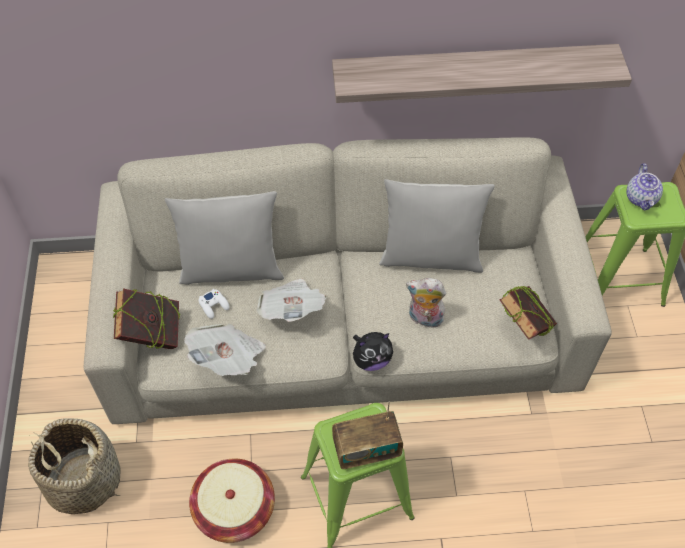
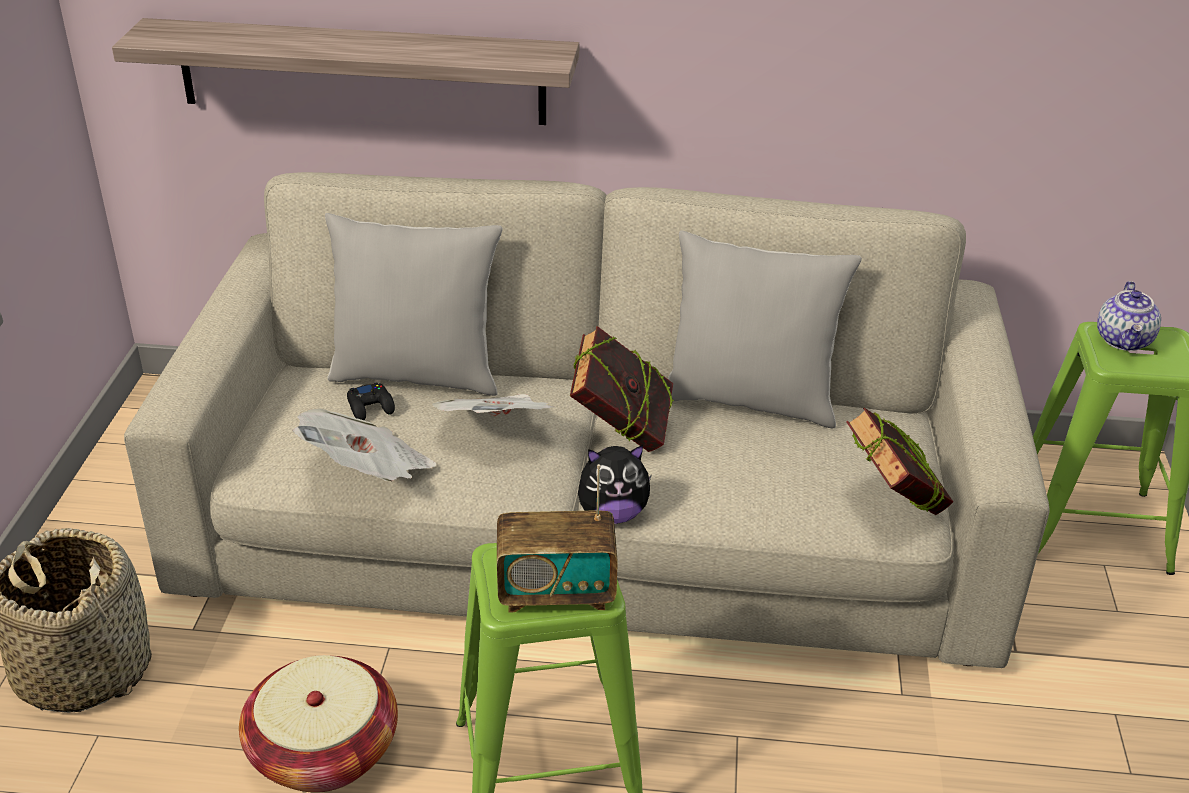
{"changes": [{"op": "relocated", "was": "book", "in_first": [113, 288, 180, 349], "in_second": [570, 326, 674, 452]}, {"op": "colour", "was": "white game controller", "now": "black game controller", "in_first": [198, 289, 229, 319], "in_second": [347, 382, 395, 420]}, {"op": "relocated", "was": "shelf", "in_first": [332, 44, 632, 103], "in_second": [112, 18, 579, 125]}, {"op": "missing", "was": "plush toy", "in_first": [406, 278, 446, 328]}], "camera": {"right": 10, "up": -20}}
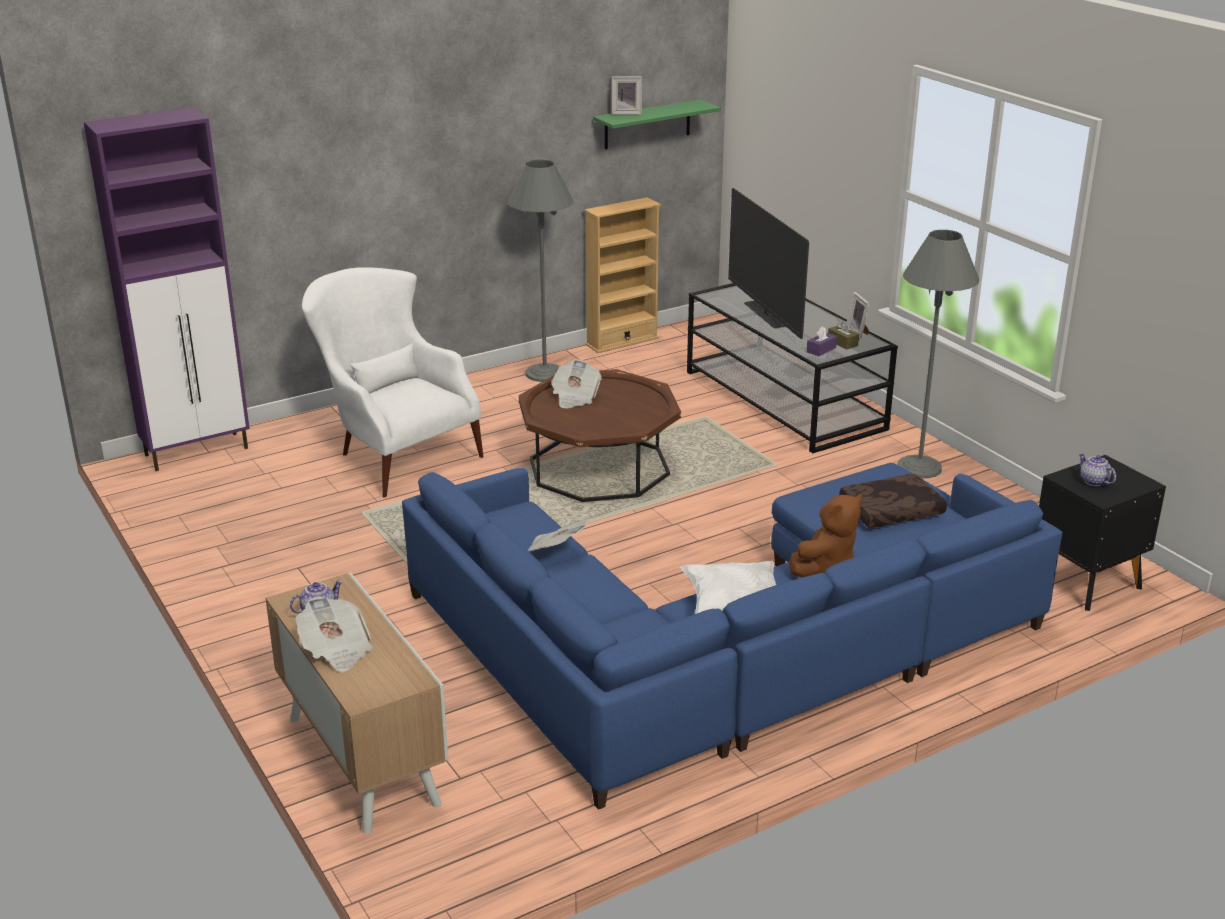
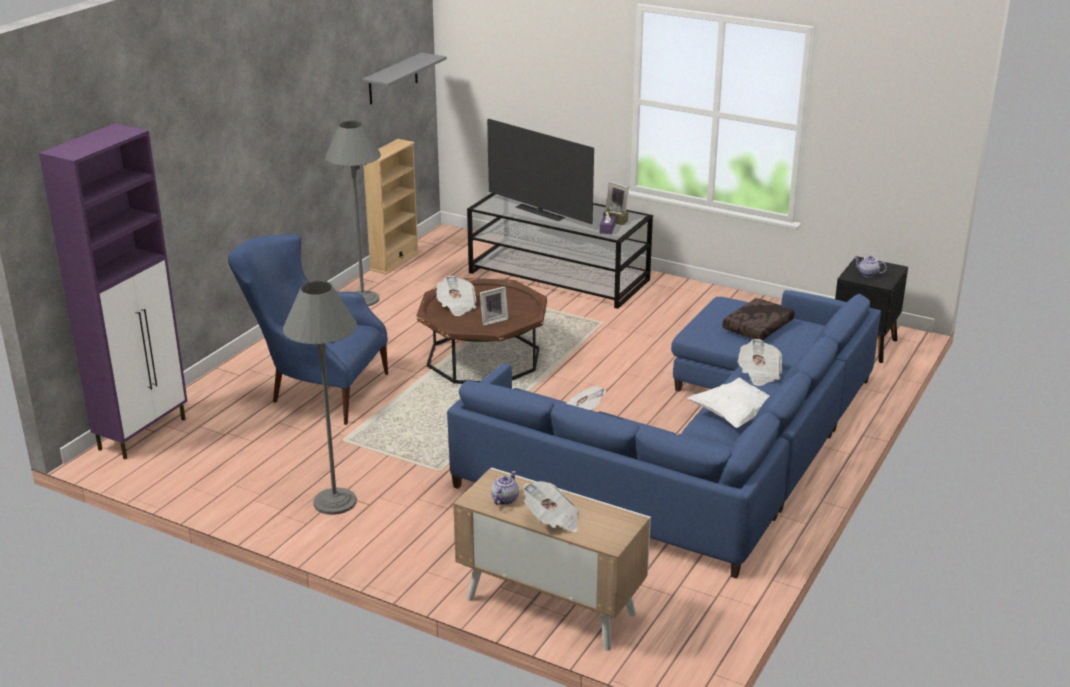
{"changes": [{"op": "colour", "was": "white armchair", "now": "blue armchair", "in_first": [302, 267, 484, 498], "in_second": [228, 234, 388, 425]}, {"op": "colour", "was": "green shelf", "now": "grey shelf", "in_first": [593, 100, 721, 149], "in_second": [362, 52, 447, 105]}, {"op": "relocated", "was": "picture frame", "in_first": [612, 77, 642, 115], "in_second": [480, 286, 508, 326]}, {"op": "exchanged", "was": "brown plush toy", "now": "newspaper", "in_first": [789, 494, 863, 577], "in_second": [737, 339, 782, 386]}, {"op": "relocated", "was": "grey floor lamp", "in_first": [897, 230, 979, 479], "in_second": [283, 281, 357, 515]}], "camera": {"right": -30, "up": 0}}
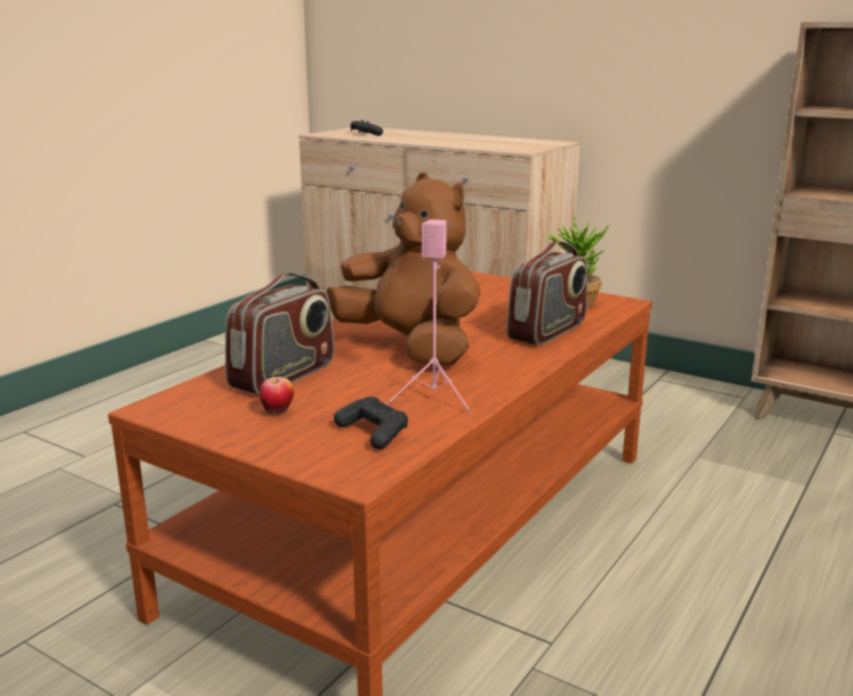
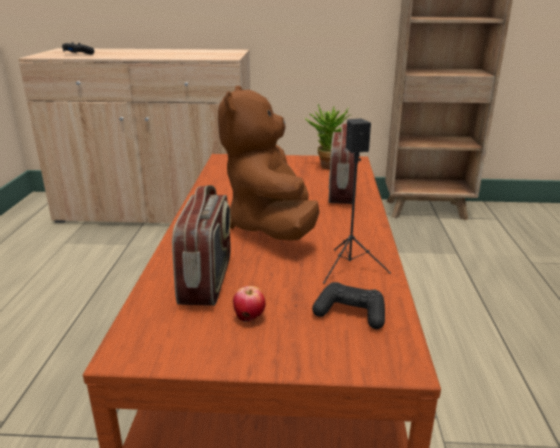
{"changes": [{"op": "spun", "was": "brown plush toy", "in_first": [326, 172, 481, 365], "in_second": [218, 86, 320, 241], "clockwise": -105}, {"op": "colour", "was": "pink speaker", "now": "black speaker", "in_first": [386, 219, 471, 414], "in_second": [323, 118, 391, 284]}], "camera": {"right": -30, "up": 5}}
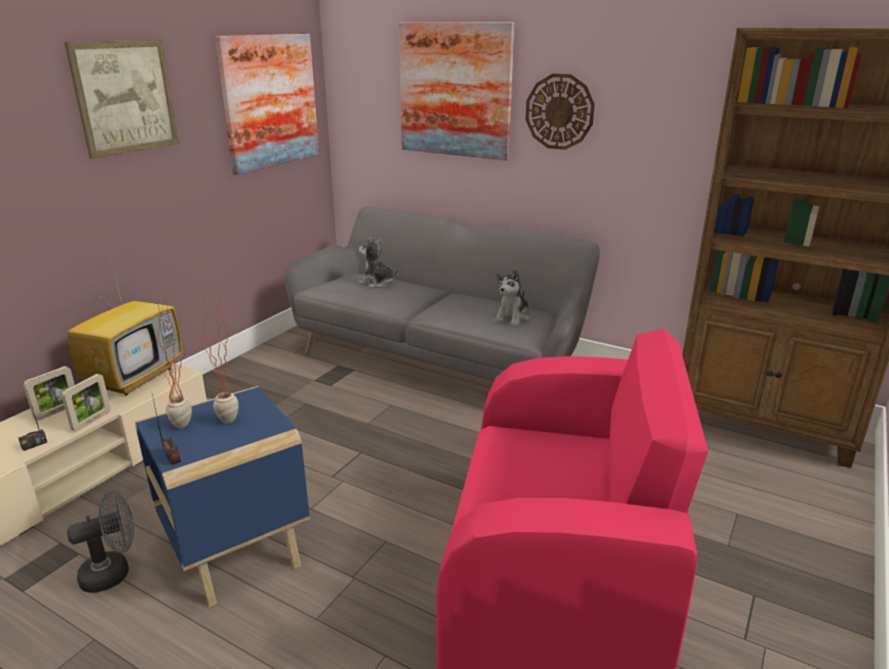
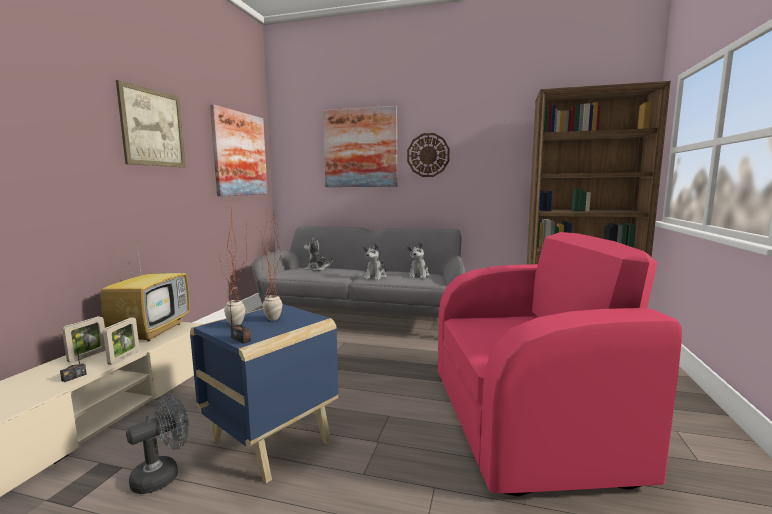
{"changes": [{"op": "appeared", "now": "plush toy", "in_second": [364, 243, 387, 280]}], "camera": {"right": -15, "up": -15}}
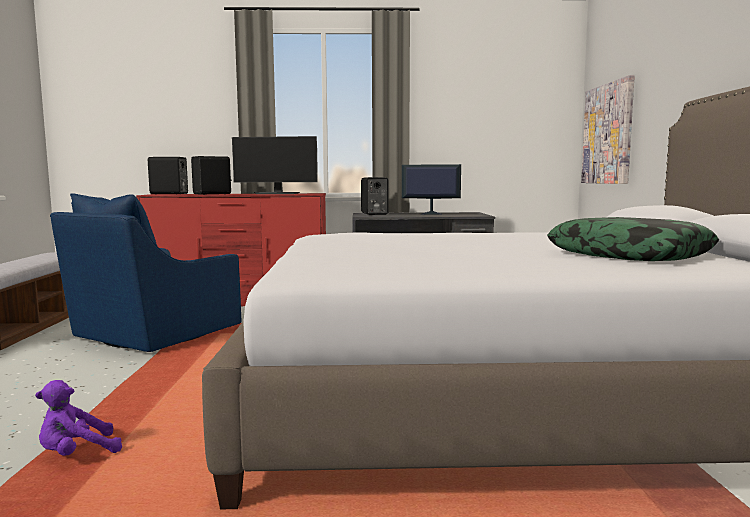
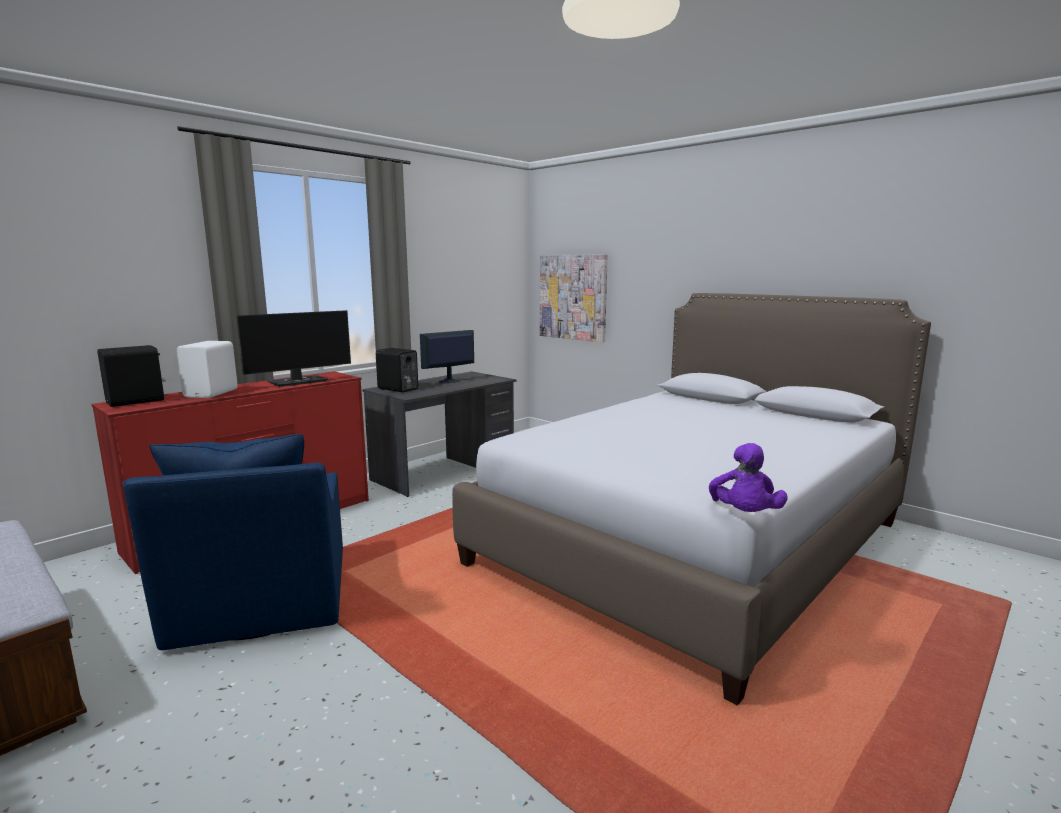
{"changes": [{"op": "relocated", "was": "purple plush toy", "in_first": [35, 380, 122, 456], "in_second": [709, 443, 788, 512]}, {"op": "colour", "was": "black speaker", "now": "white speaker", "in_first": [191, 156, 232, 195], "in_second": [177, 341, 238, 398]}, {"op": "missing", "was": "pillow", "in_first": [547, 217, 719, 261]}], "camera": {"right": -45, "up": 5}}
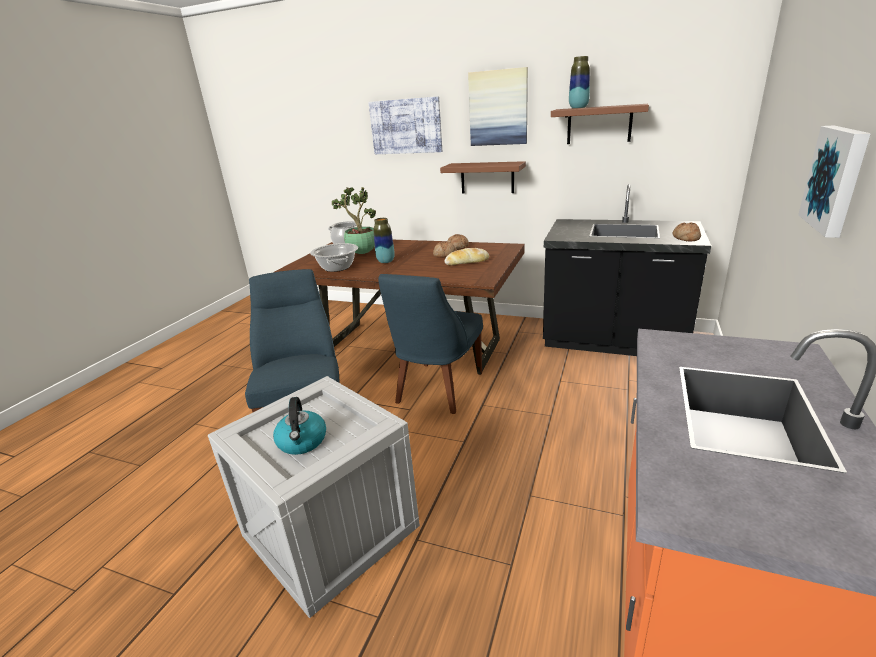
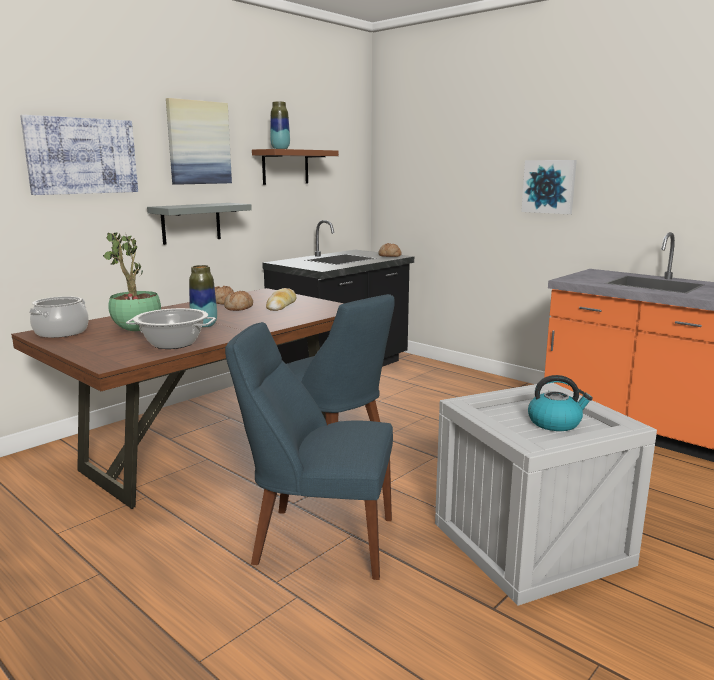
{"changes": [{"op": "colour", "was": "brown shelf", "now": "grey shelf", "in_first": [440, 161, 526, 193], "in_second": [147, 203, 252, 245]}], "camera": {"right": -70, "up": -10}}
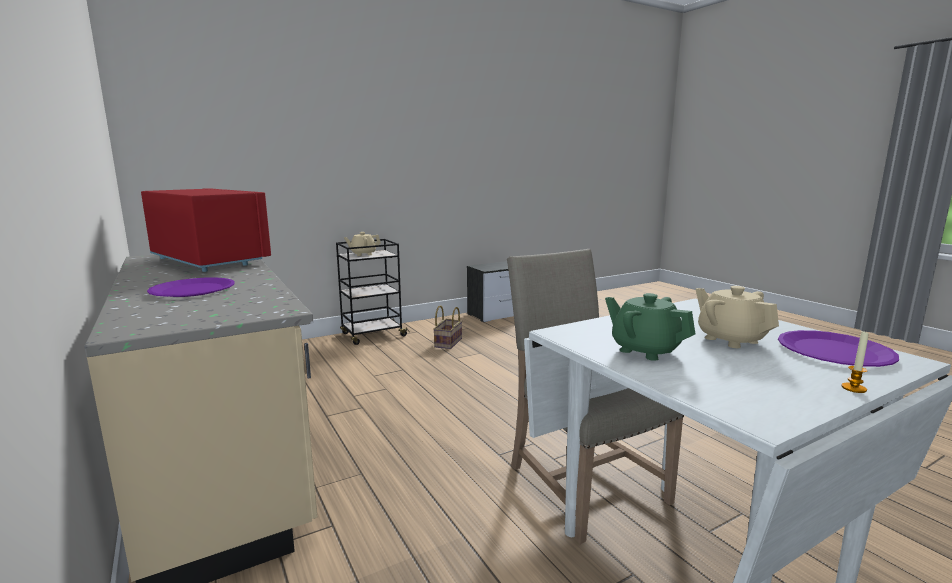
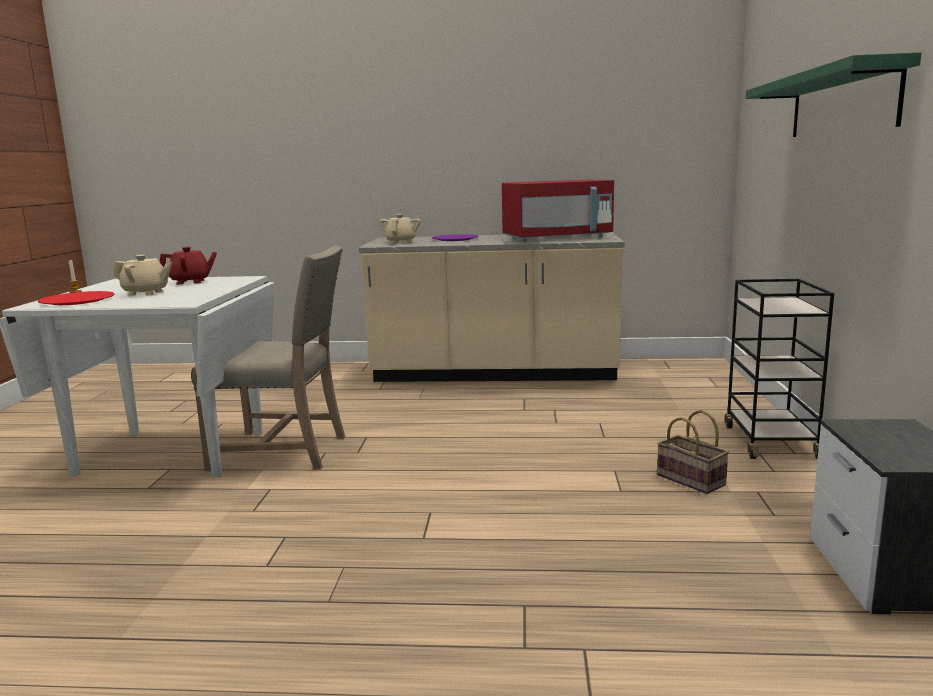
{"changes": [{"op": "relocated", "was": "beige teapot", "in_first": [344, 232, 381, 256], "in_second": [380, 214, 421, 244]}, {"op": "colour", "was": "green teapot", "now": "red teapot", "in_first": [605, 293, 695, 361], "in_second": [160, 247, 217, 285]}, {"op": "colour", "was": "purple plate", "now": "red plate", "in_first": [778, 330, 899, 367], "in_second": [38, 291, 115, 305]}, {"op": "appeared", "now": "green shelf", "in_second": [746, 52, 921, 137]}], "camera": {"right": 125, "up": 0}}
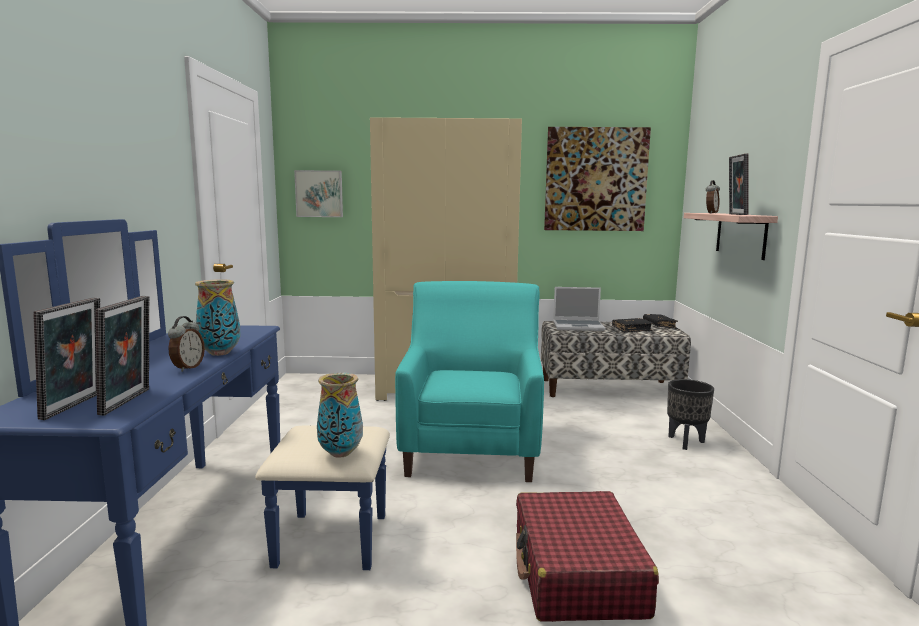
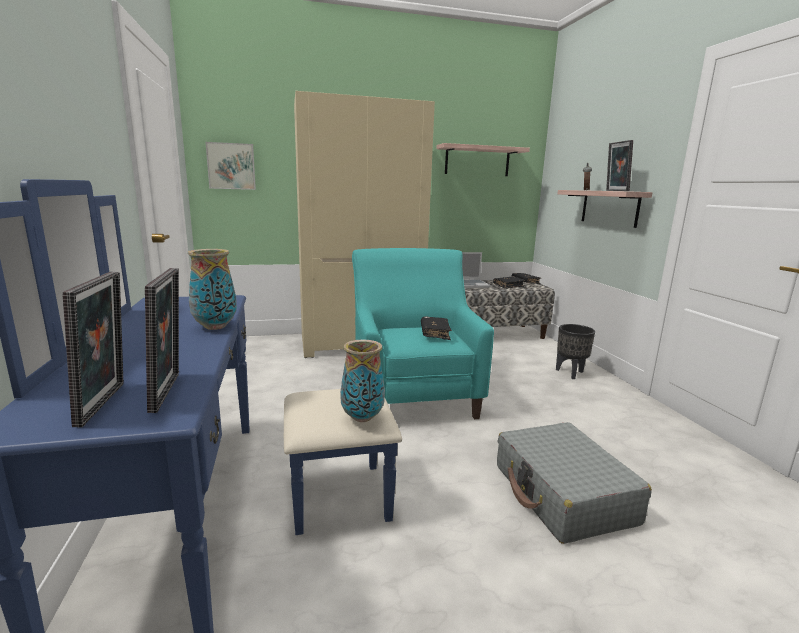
{"changes": [{"op": "missing", "was": "alarm clock", "in_first": [168, 316, 205, 372]}, {"op": "colour", "was": "red suitcase", "now": "grey suitcase", "in_first": [516, 491, 659, 622], "in_second": [497, 422, 652, 544]}, {"op": "exchanged", "was": "picture", "now": "shelf", "in_first": [544, 127, 651, 231], "in_second": [436, 143, 530, 176]}, {"op": "appeared", "now": "black book", "in_second": [421, 317, 452, 340]}], "camera": {"right": -15, "up": 5}}
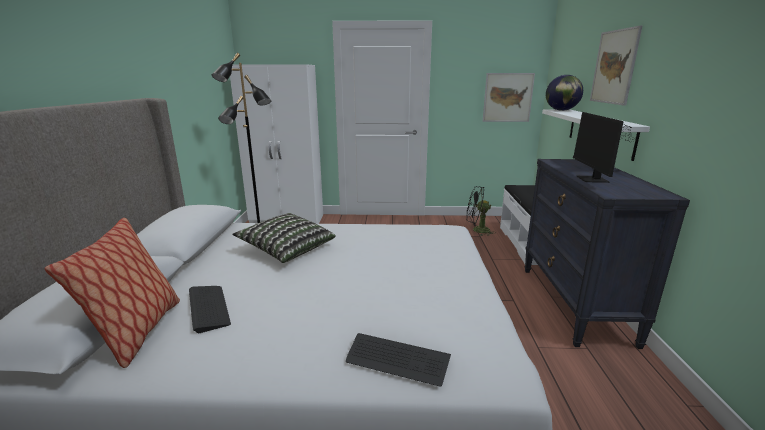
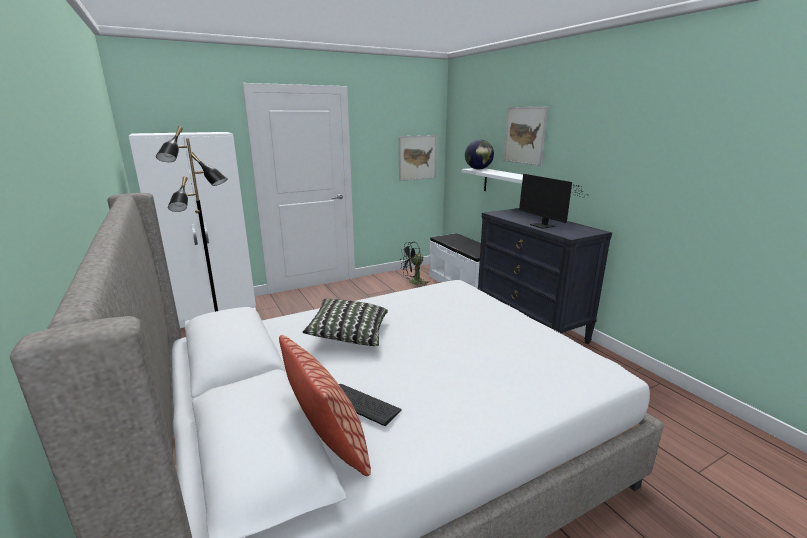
{"changes": [{"op": "missing", "was": "keyboard", "in_first": [346, 333, 451, 387]}], "camera": {"right": -30, "up": 0}}
